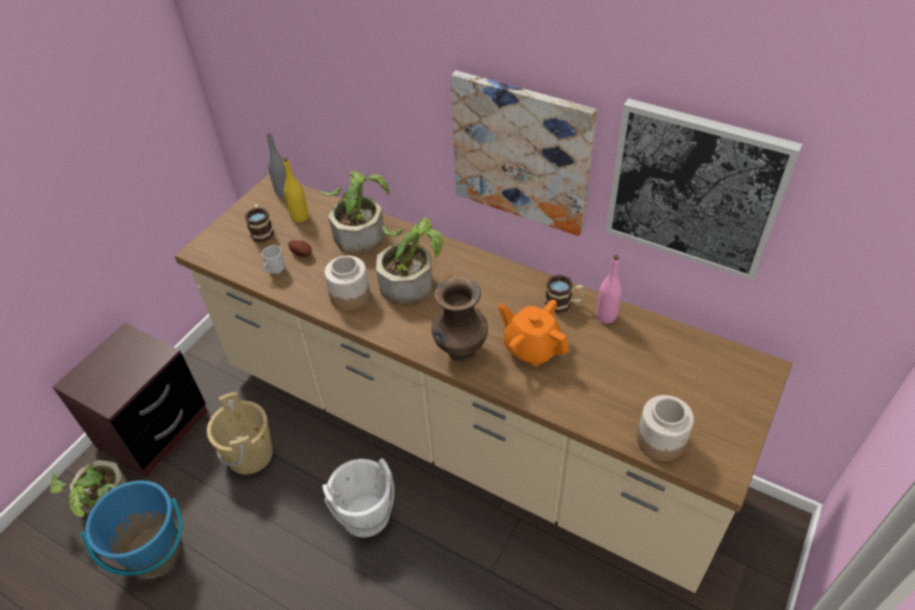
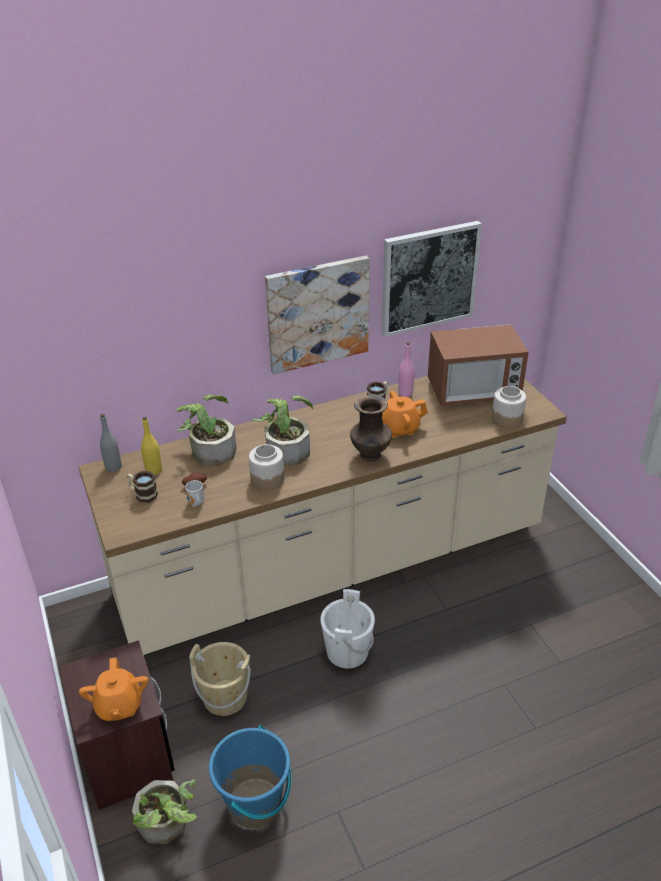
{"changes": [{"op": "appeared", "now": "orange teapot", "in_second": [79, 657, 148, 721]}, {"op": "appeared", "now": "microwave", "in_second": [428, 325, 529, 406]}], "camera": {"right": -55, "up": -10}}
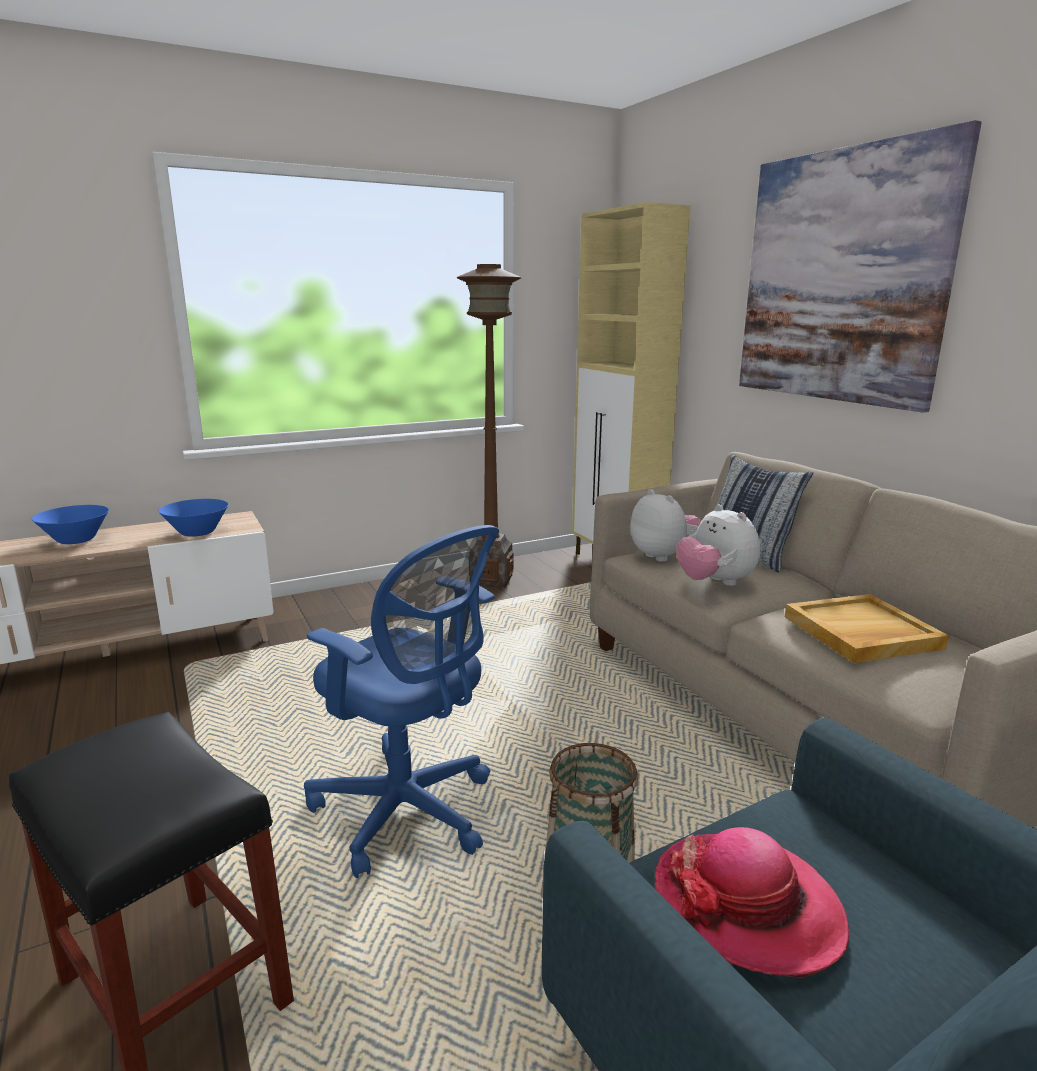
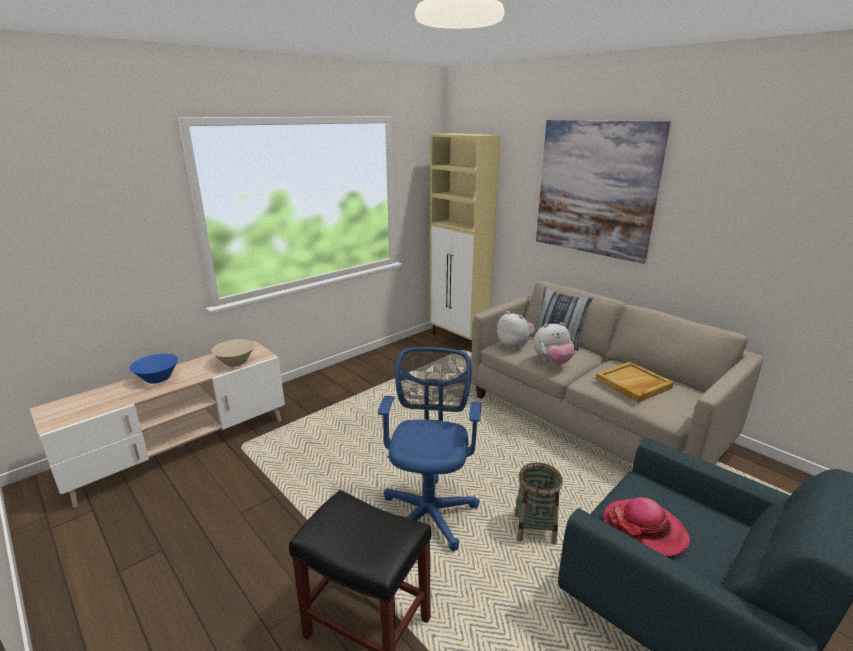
{"changes": [{"op": "colour", "was": "blue bowl", "now": "beige bowl", "in_first": [159, 499, 229, 537], "in_second": [211, 339, 255, 367]}, {"op": "spun", "was": "blue office chair", "in_first": [304, 525, 499, 878], "in_second": [378, 347, 481, 551], "clockwise": -105}, {"op": "missing", "was": "brown floor lamp", "in_first": [457, 264, 521, 588]}, {"op": "spun", "was": "plush toy", "in_first": [676, 504, 760, 586], "in_second": [533, 322, 575, 365], "clockwise": -60}], "camera": {"right": -15, "up": 5}}
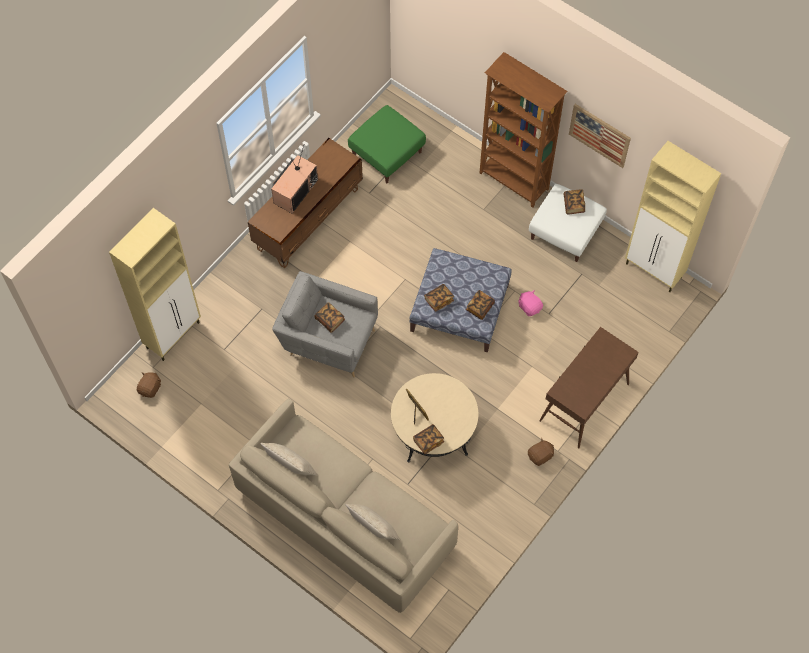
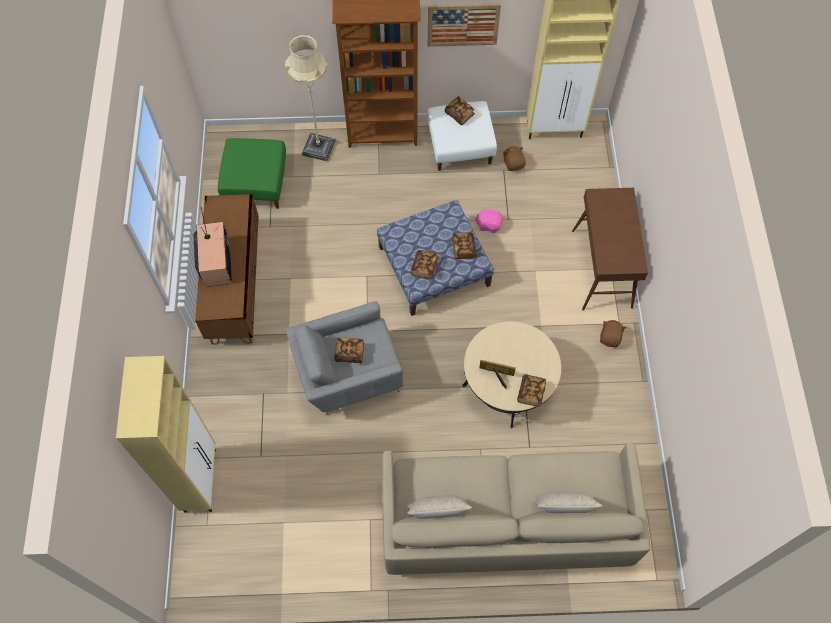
{"changes": [{"op": "relocated", "was": "brown plush toy", "in_first": [137, 372, 161, 398], "in_second": [503, 147, 526, 171]}, {"op": "appeared", "now": "beige floor lamp", "in_second": [285, 35, 336, 161]}], "camera": {"right": -40, "up": 0}}
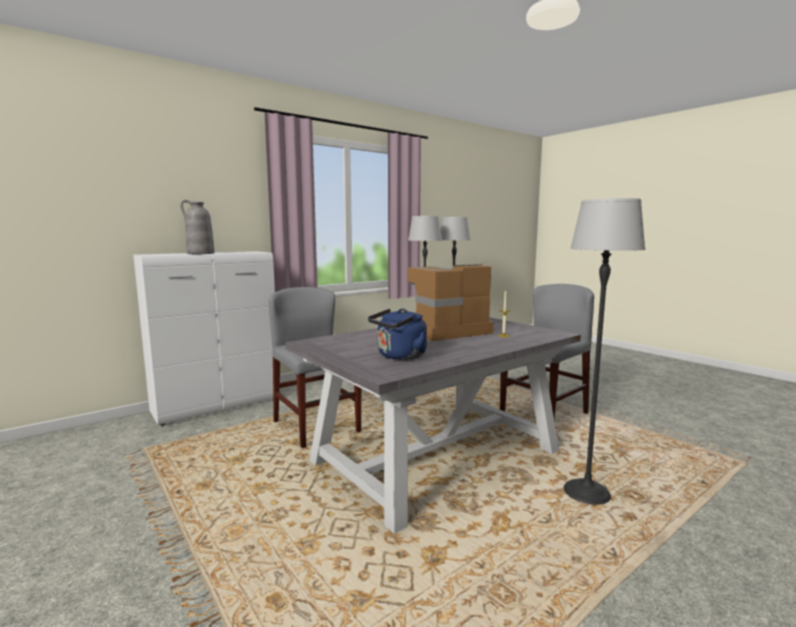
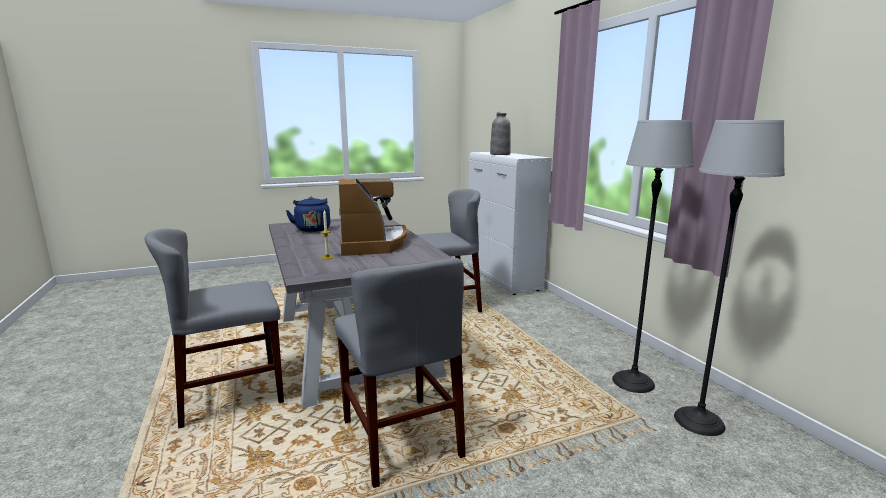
{"changes": [{"op": "exchanged", "was": "floor lamp", "now": "grey chair", "in_first": [564, 198, 645, 505], "in_second": [144, 229, 284, 429]}], "camera": {"right": 105, "up": 5}}
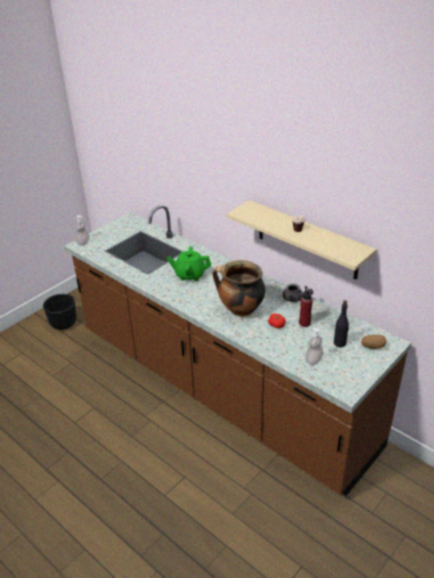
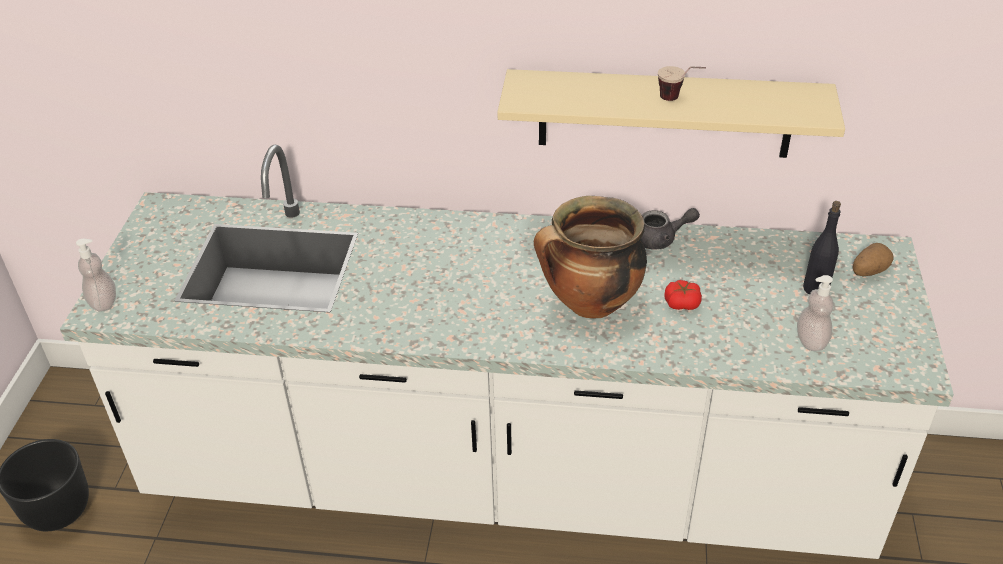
{"changes": [{"op": "colour", "was": "brown counter", "now": "white counter", "in_first": [64, 205, 411, 496], "in_second": [60, 145, 954, 559]}, {"op": "missing", "was": "green teapot", "in_first": [167, 246, 211, 281]}, {"op": "missing", "was": "red bottle", "in_first": [299, 286, 313, 327]}], "camera": {"right": -35, "up": 5}}
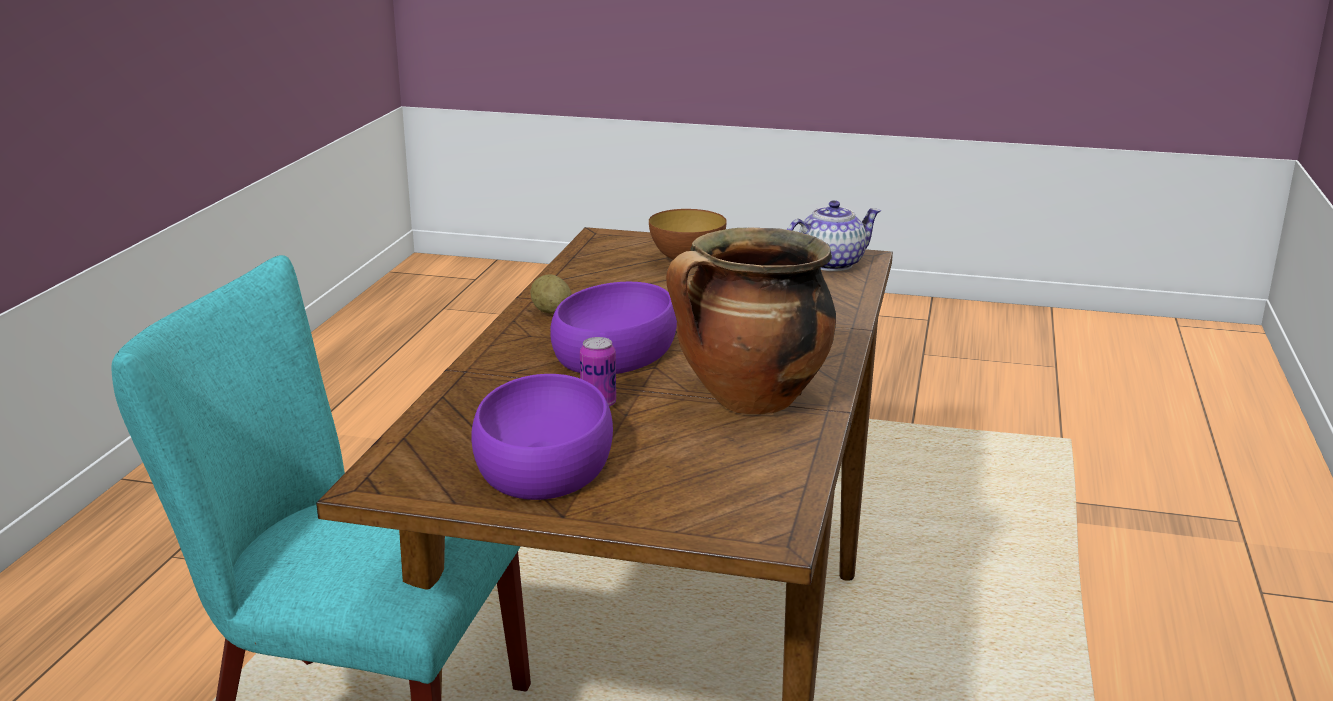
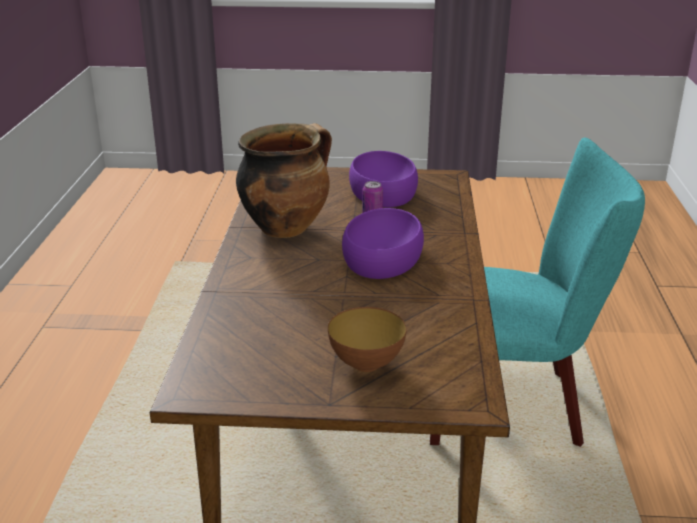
{"changes": [{"op": "missing", "was": "potato", "in_first": [530, 275, 572, 314]}, {"op": "missing", "was": "teapot", "in_first": [787, 200, 881, 271]}], "camera": {"right": 170, "up": 5}}
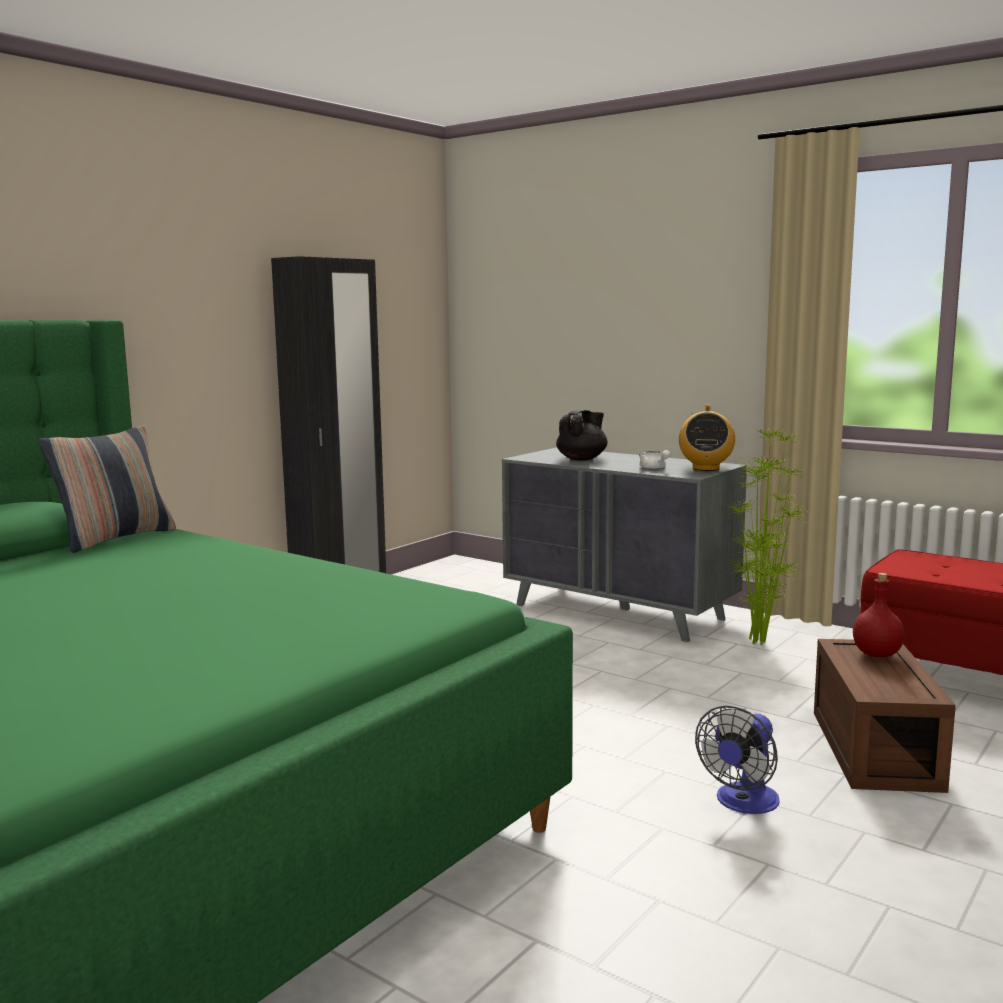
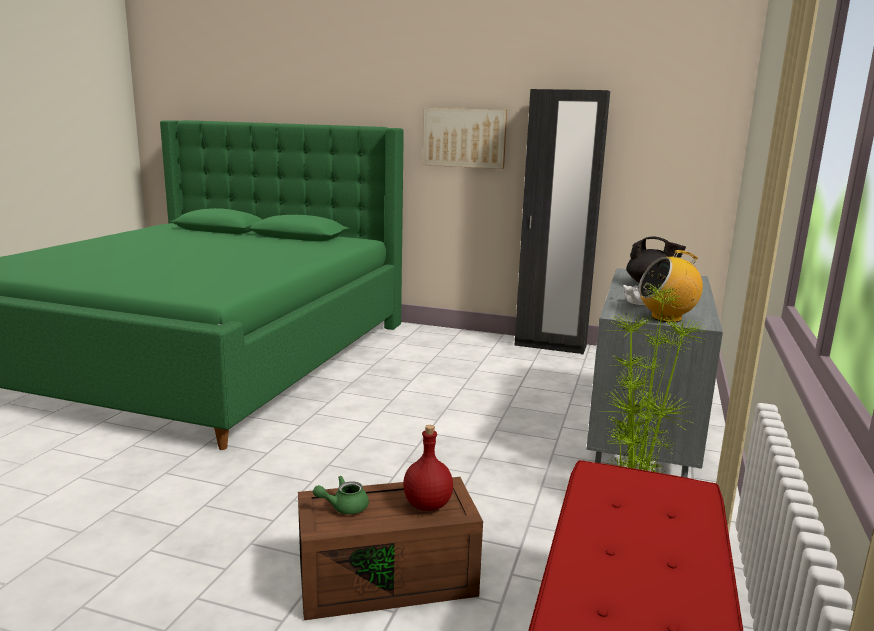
{"changes": [{"op": "missing", "was": "pillow", "in_first": [38, 426, 176, 553]}, {"op": "missing", "was": "fan", "in_first": [695, 706, 780, 814]}, {"op": "appeared", "now": "green teapot", "in_second": [313, 476, 369, 514]}, {"op": "appeared", "now": "picture", "in_second": [423, 108, 507, 169]}], "camera": {"right": 70, "up": 5}}
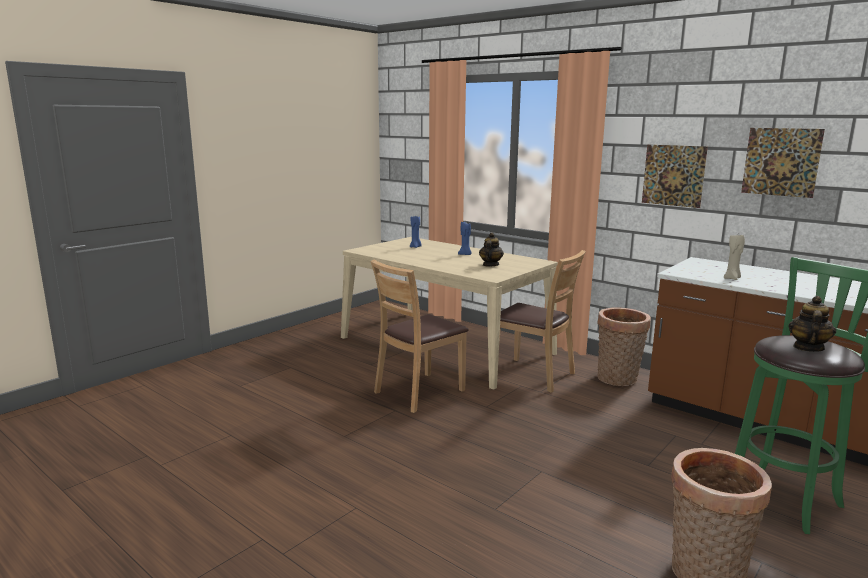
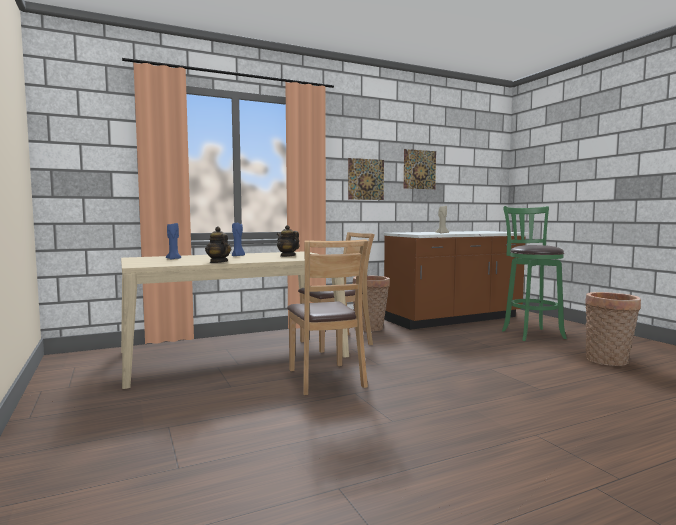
{"changes": [{"op": "relocated", "was": "teapot", "in_first": [788, 296, 836, 352], "in_second": [205, 227, 231, 263]}], "camera": {"right": -65, "up": -10}}
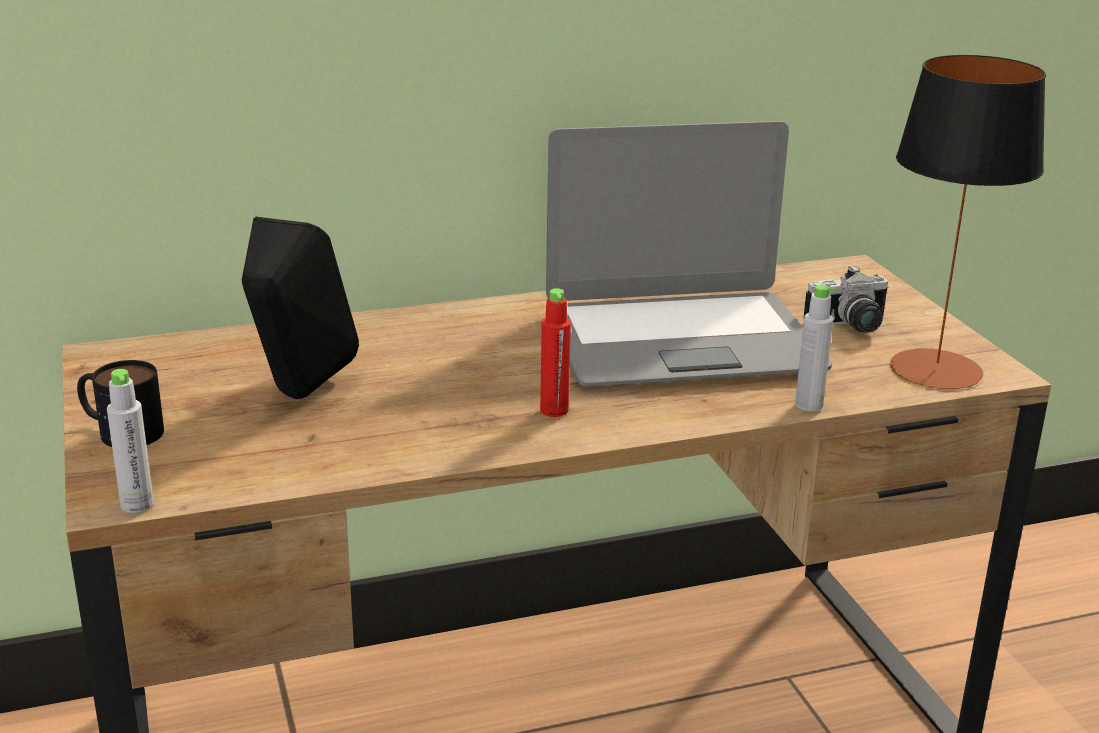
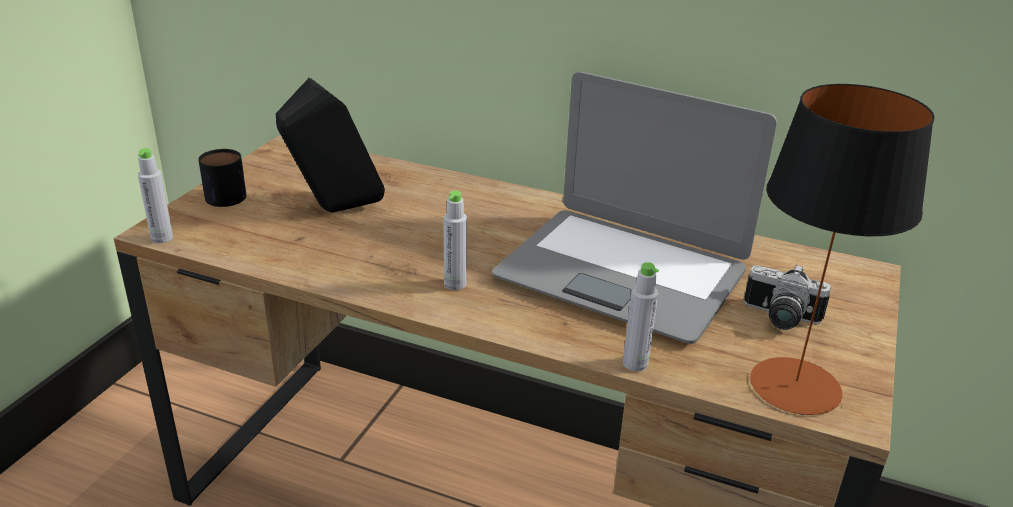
{"changes": [{"op": "colour", "was": "red bottle", "now": "grey bottle", "in_first": [540, 288, 571, 417], "in_second": [444, 191, 467, 290]}], "camera": {"right": 40, "up": 5}}
